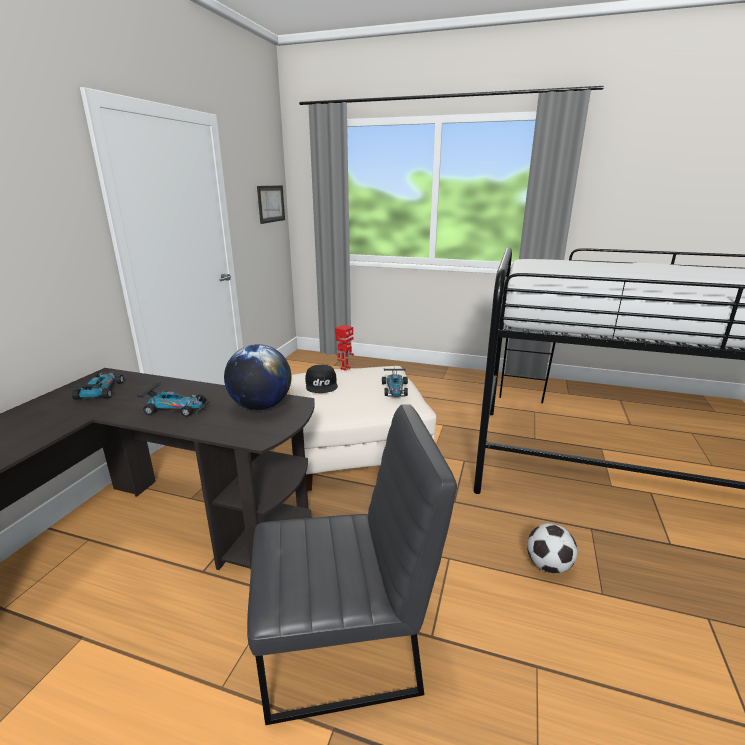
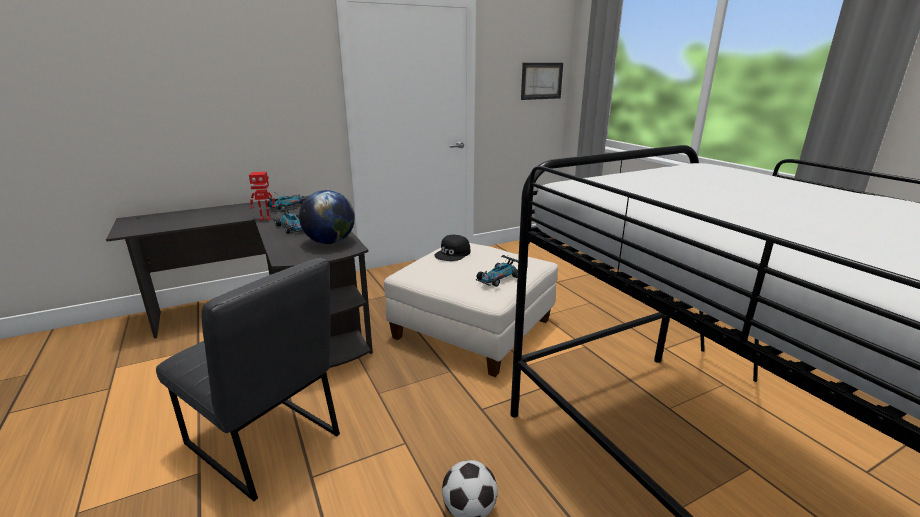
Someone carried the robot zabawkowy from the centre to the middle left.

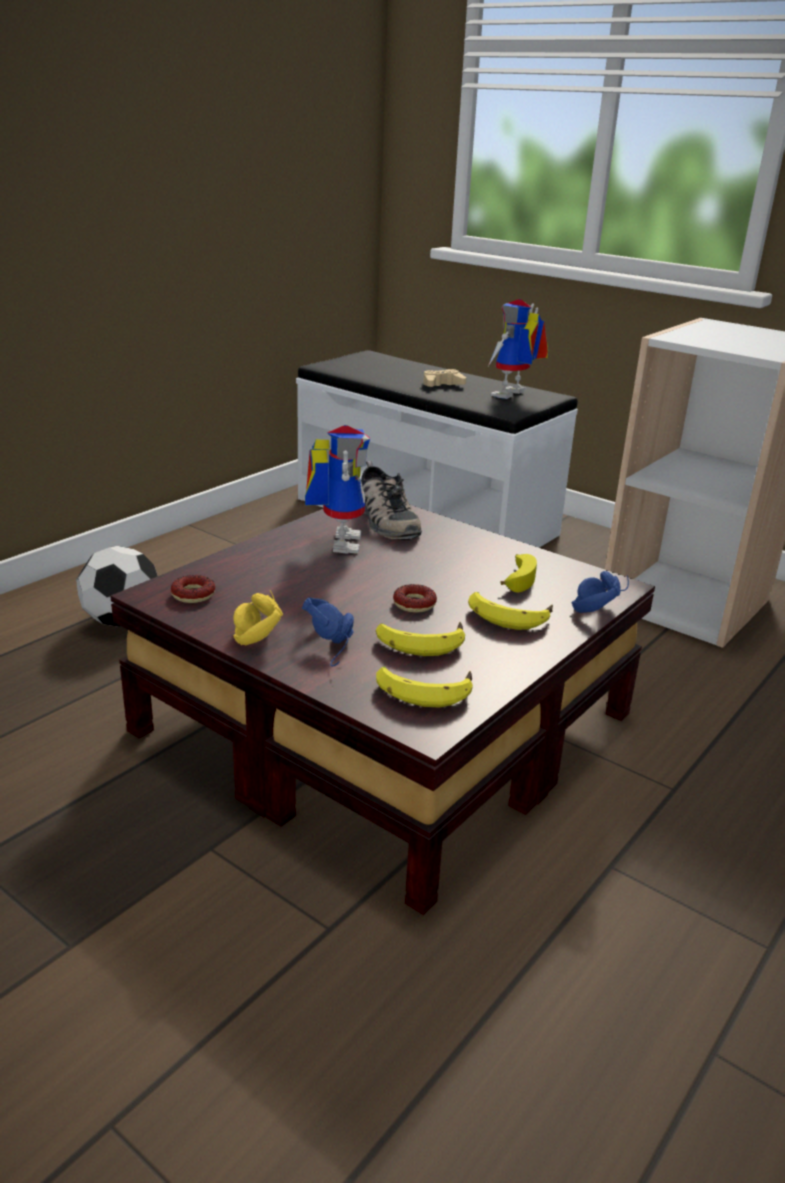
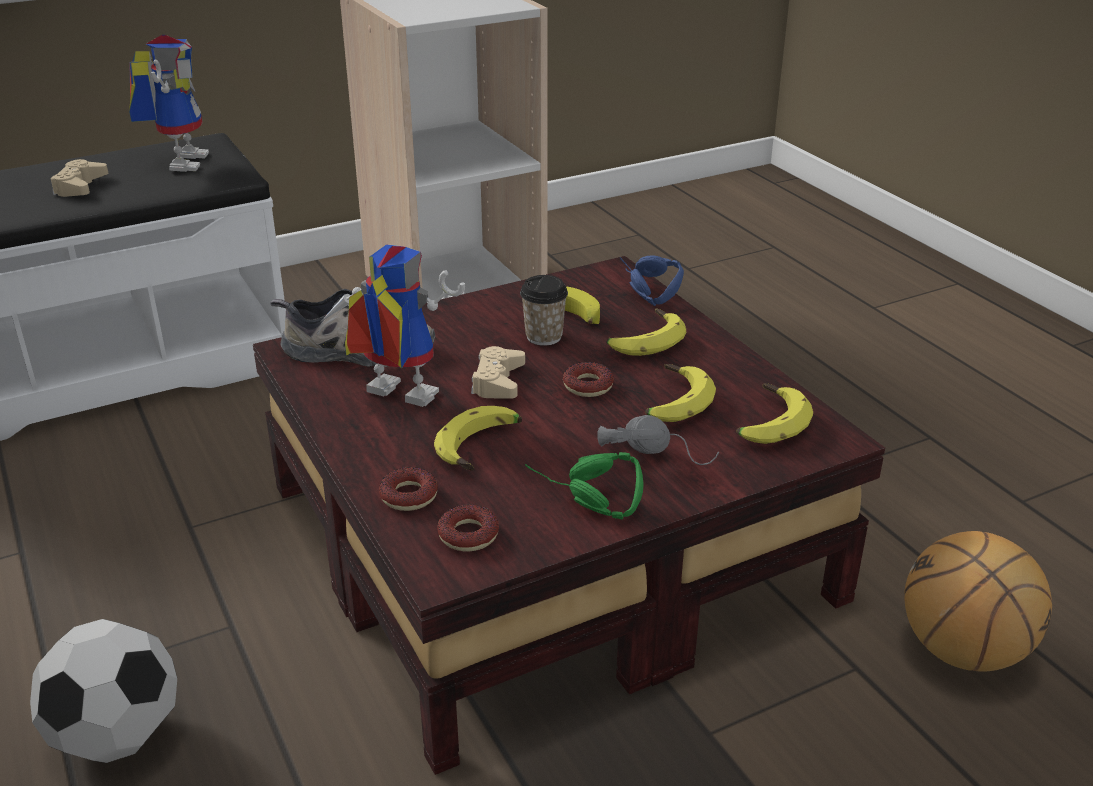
Someone rotated the robot zabawkowy (no. 2 from left in the first image) at the top centre by 150 degrees counterclockwise.
Someone put down the donut (no. 1 from left) at the centre.
Someone put down the banan (no. 1 from left) at the centre.
Someone put down the pad do gier [beżowy] (no. 2 from left) at the centre.
Someone put down the filiżanka at the centre.
Someone repainted the słuchawki [żółty] at the middle left, which became the słuchawki [zielony] at the centre.
Someone repainted the słuchawki [niebieski] (no. 1 from left) at the centre, which became the słuchawki [szary] at the centre.
Someone put down the piłka do koszykówki at the bottom right.

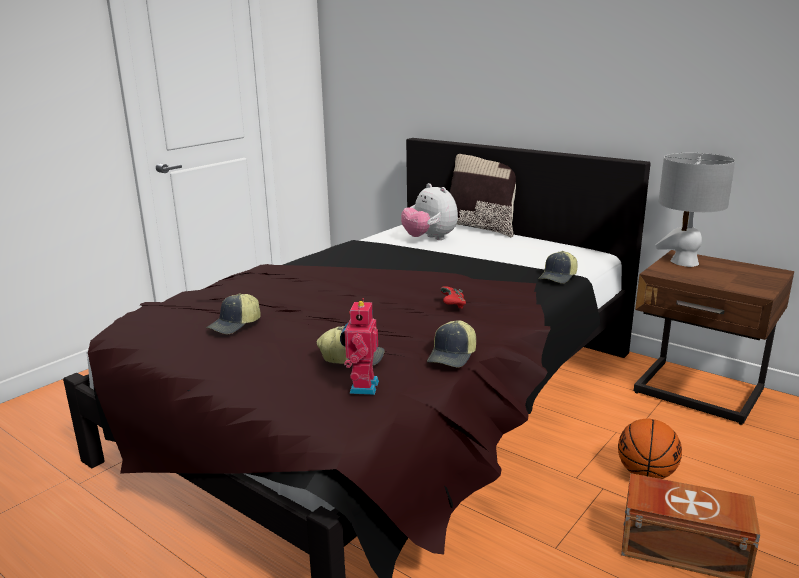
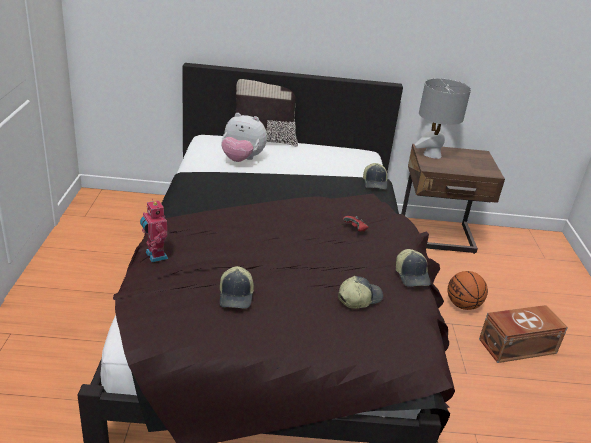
Someone carried the robot zabawkowy from the centre to the middle left.

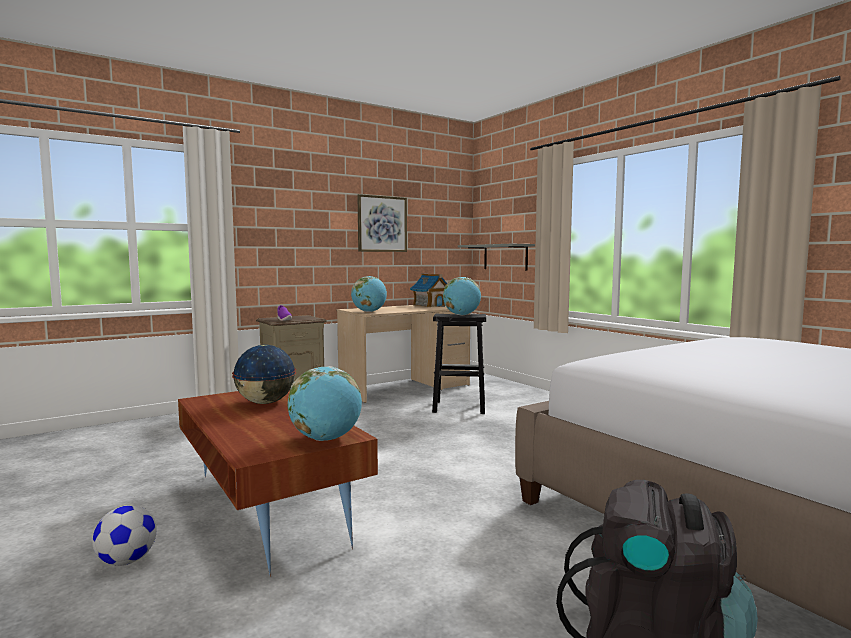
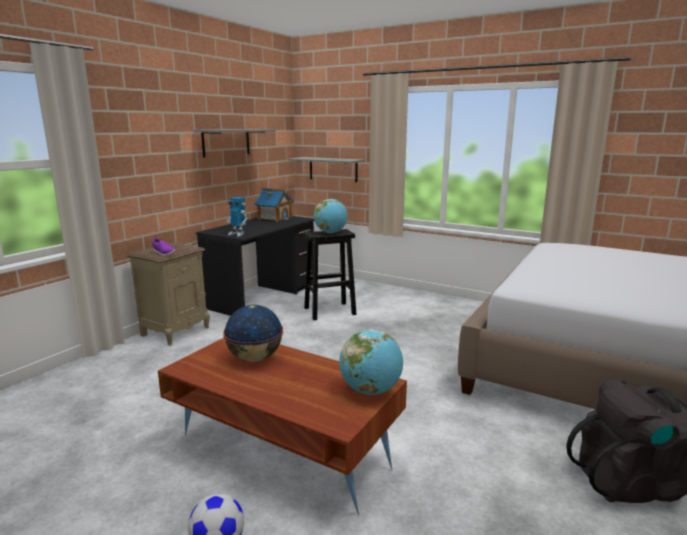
Someone swapped the obraz at the centre for the półka [szary] (no. 1 from left) at the top centre.
Someone repainted the biurko [beżowy] at the centre, which became the biurko [czarny] at the centre.
Someone swapped the globus (no. 3 from left) at the centre for the robot zabawkowy at the centre.

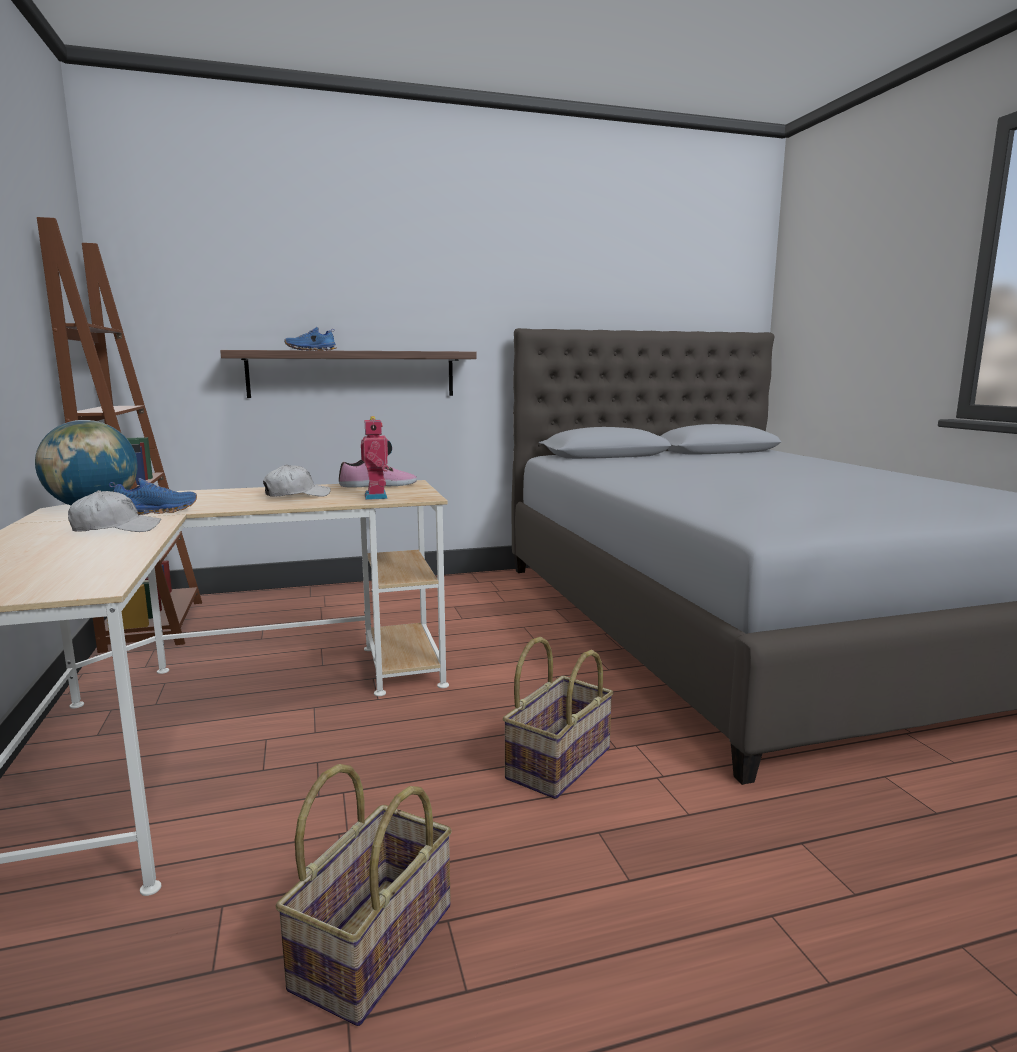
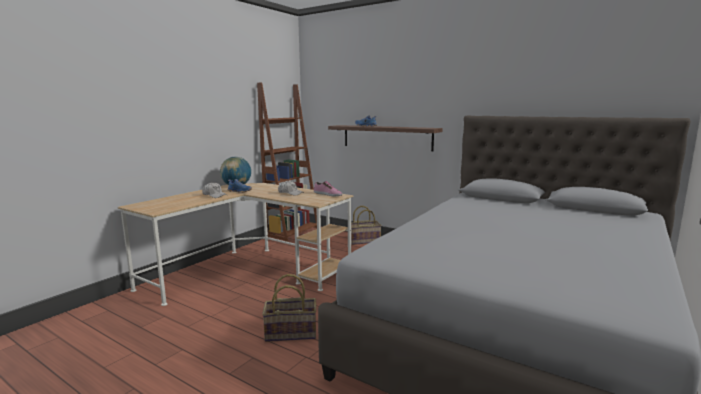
Someone carried the koszyk (no. 1 from left in the first image) from the bottom centre to the centre.
Someone took away the robot zabawkowy at the centre.

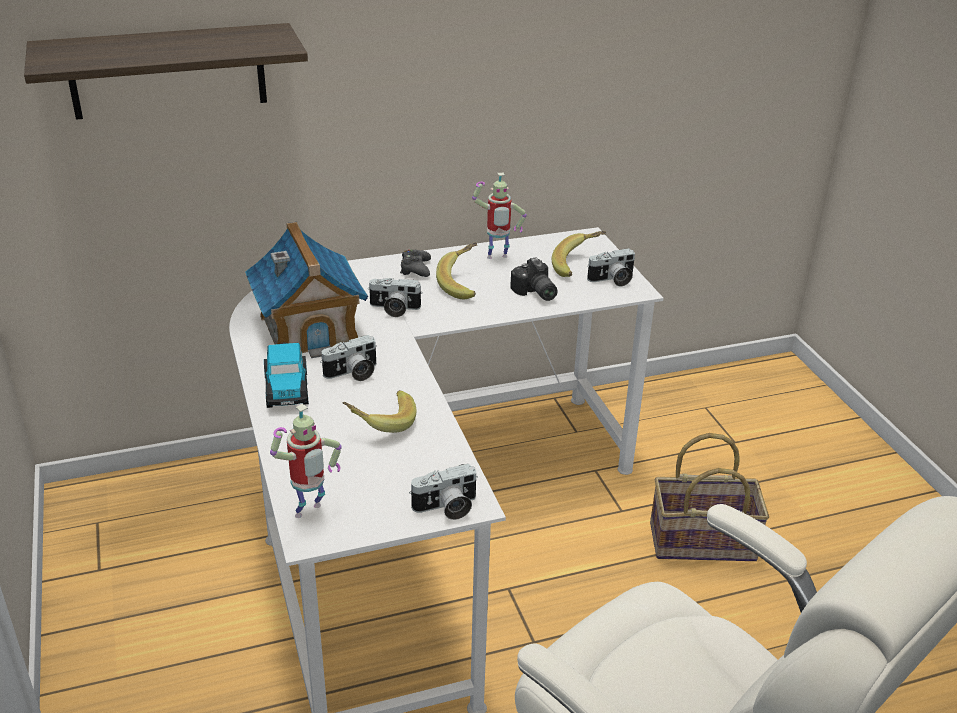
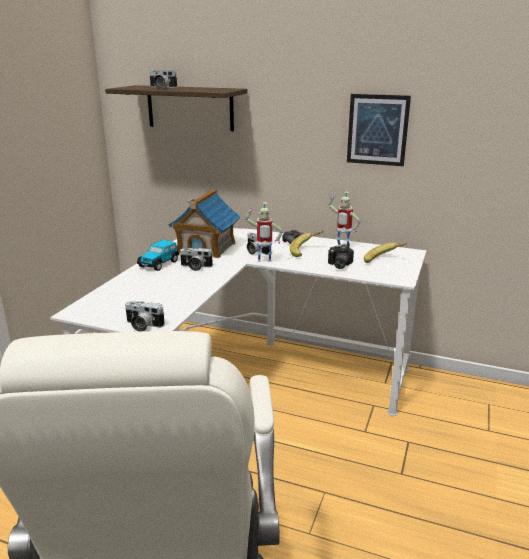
Someone carried the aparat fotograficzny (no. 5 from left in the first image) from the centre to the top left.
Someone carried the robot zabawkowy (no. 1 from left) from the middle left to the centre.
Someone put up the obraz at the top right.
Someone took away the banan (no. 1 from left) at the centre.
Someone took away the koszyk at the bottom right.

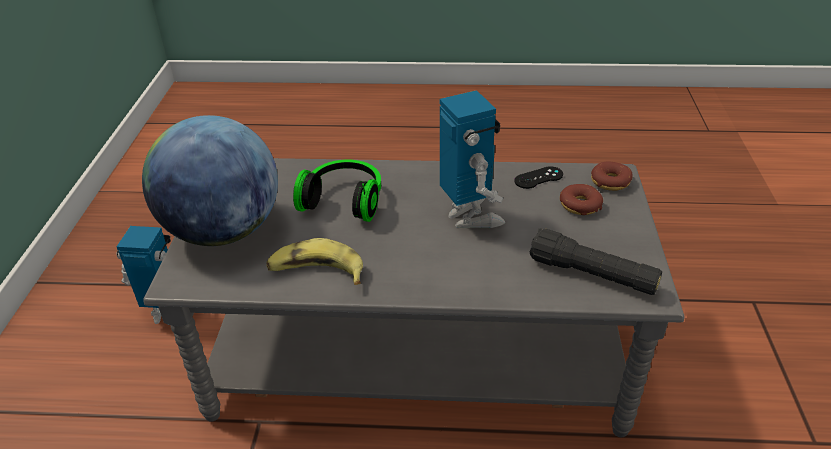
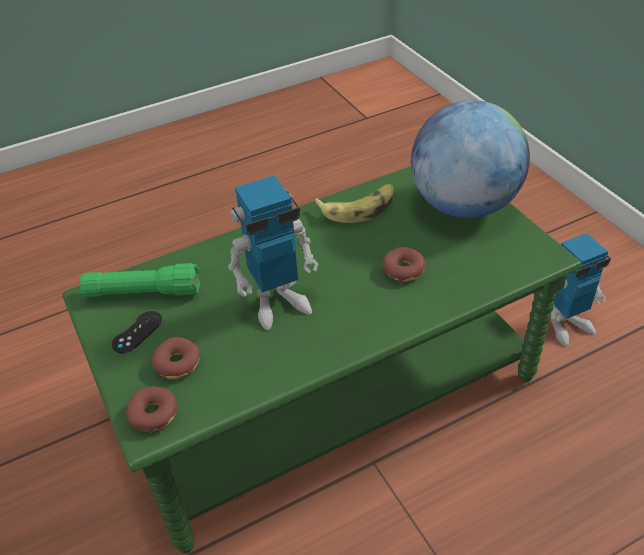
Someone repainted the ława [szary] at the centre, which became the ława [zielony] at the centre.
Someone repainted the latarka [czarny] at the middle right, which became the latarka [zielony] at the middle left.
Someone carried the pad do gier [czarny] from the centre to the middle left.
Someone rotated the robot zabawkowy (no. 2 from left in the first image) at the centre by 60 degrees counterclockwise.
Someone swapped the słuchawki at the centre for the donut (no. 3 from left) at the centre.

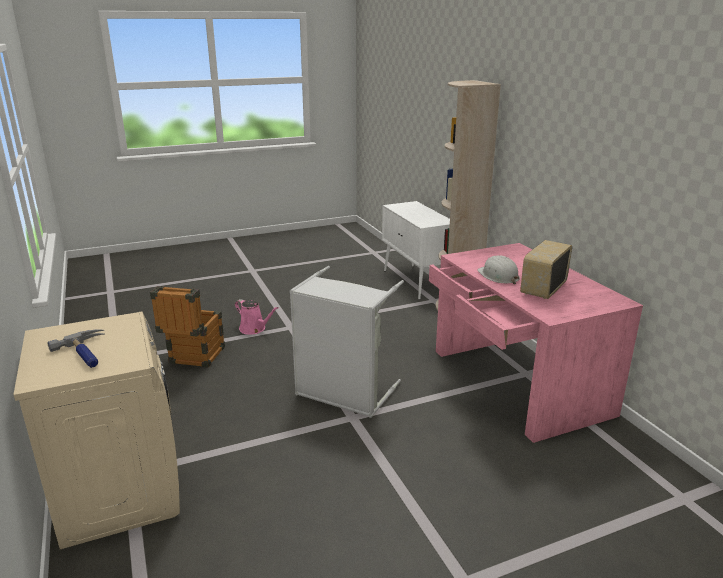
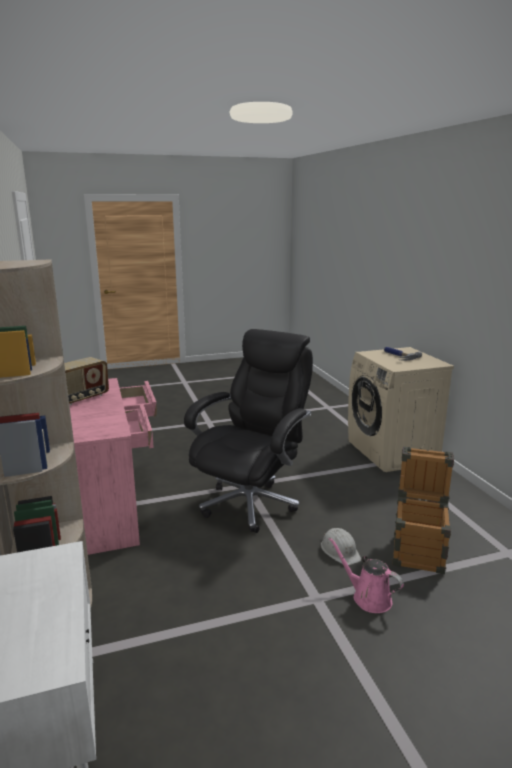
Someone swapped the kosz na pranie [szary] at the centre for the krzesło biurowe [czarny] at the centre.
Someone carried the kask [biały] from the middle right to the bottom centre.

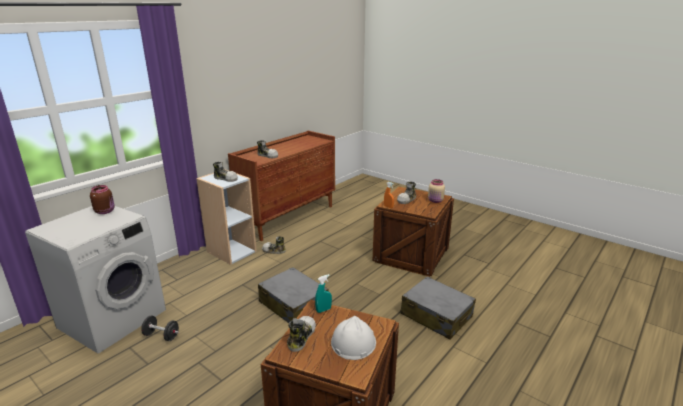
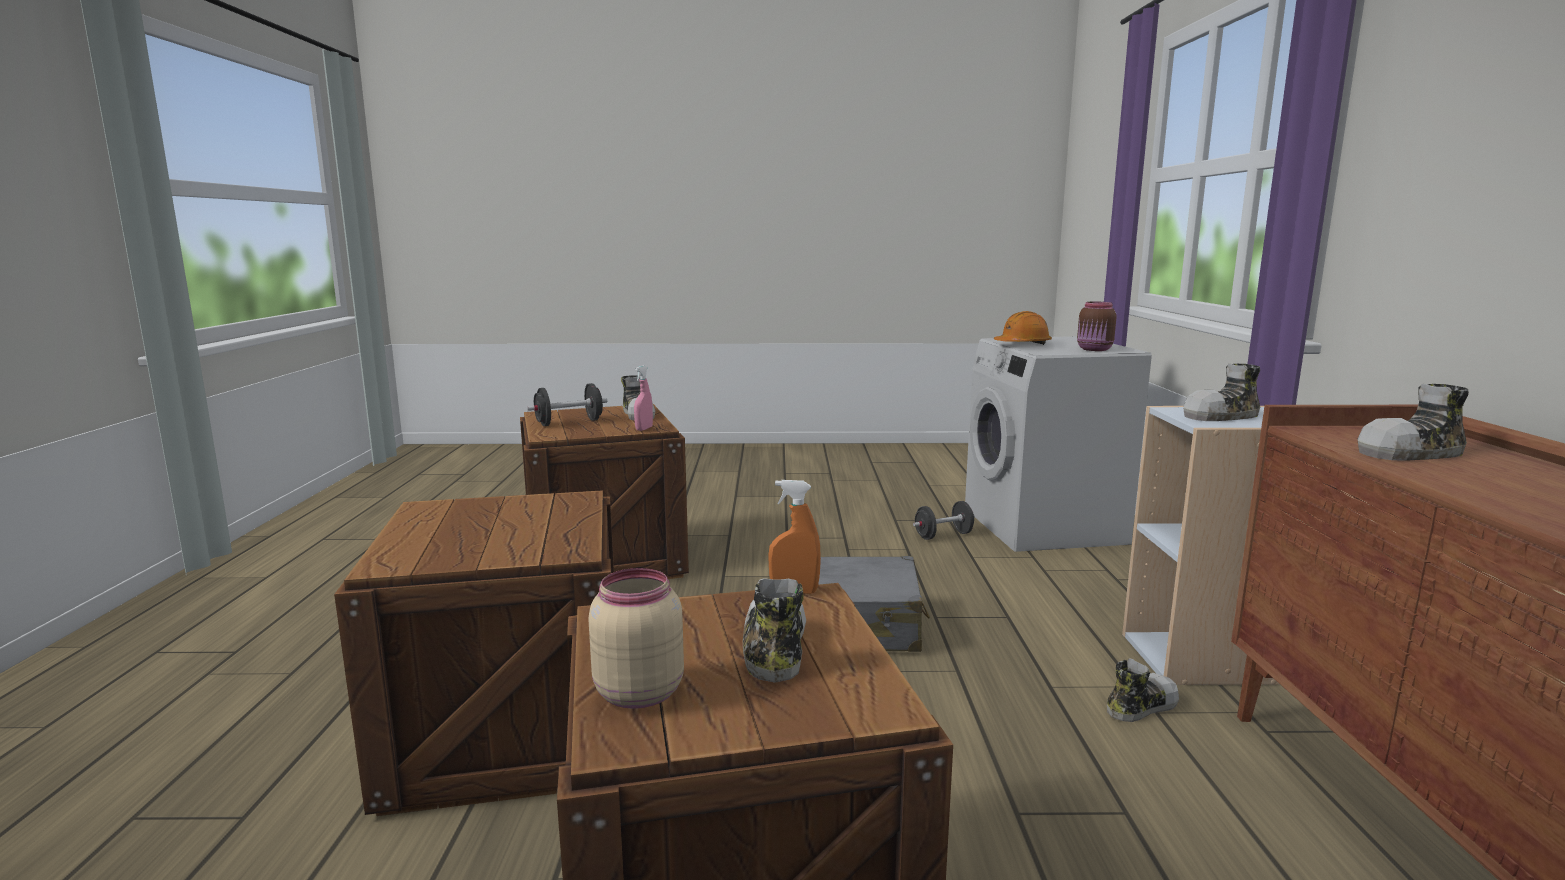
Someone swapped the walizka [szary] (no. 2 from left) at the bottom centre for the skrzynka (no. 1 from left) at the bottom left.
Someone swapped the kask [biały] at the bottom centre for the hantel [czarny] (no. 1 from left) at the centre.
Someone repainted the spryskiwacz [turkusowy] at the bottom centre, which became the spryskiwacz [różowy] at the centre.
Someone put down the kask [pomarańczowy] at the centre.

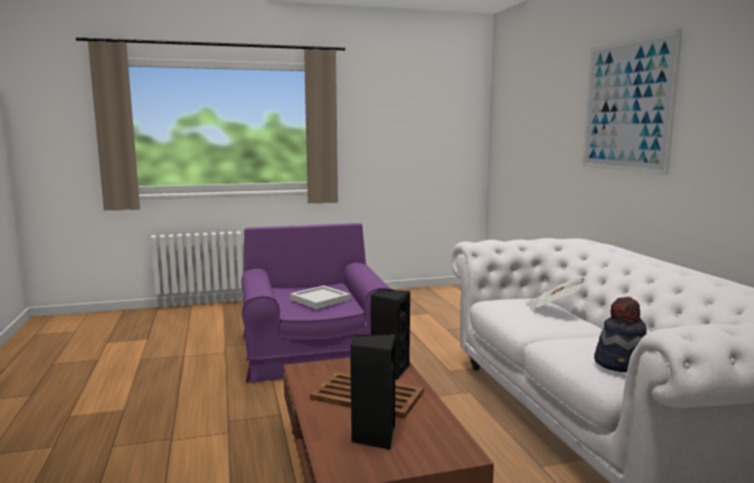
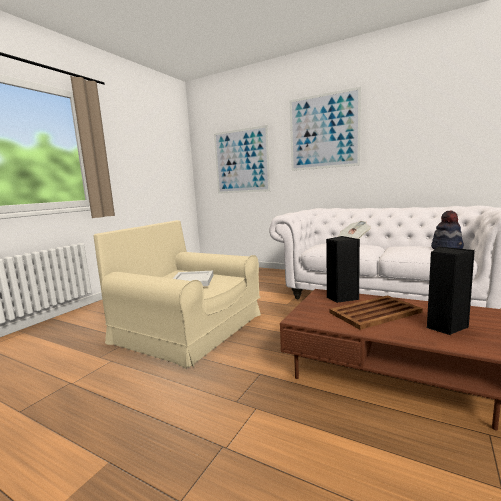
Someone repainted the fotel [fioletowy] at the centre, which became the fotel [beżowy] at the centre.
Someone put up the obraz (no. 1 from left) at the top centre.

